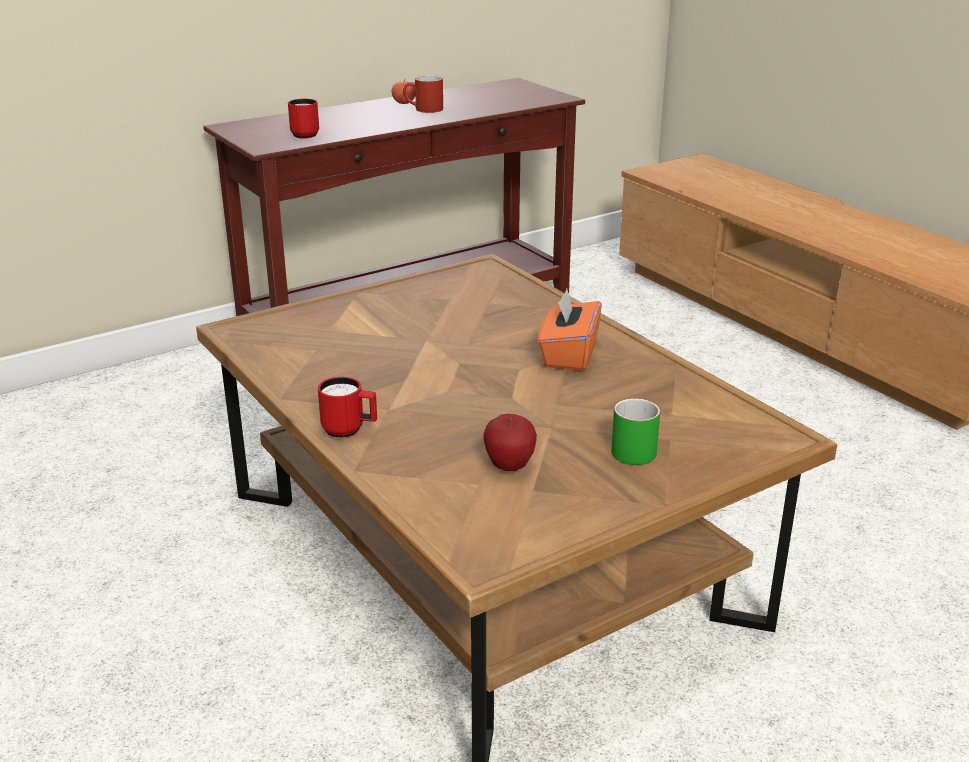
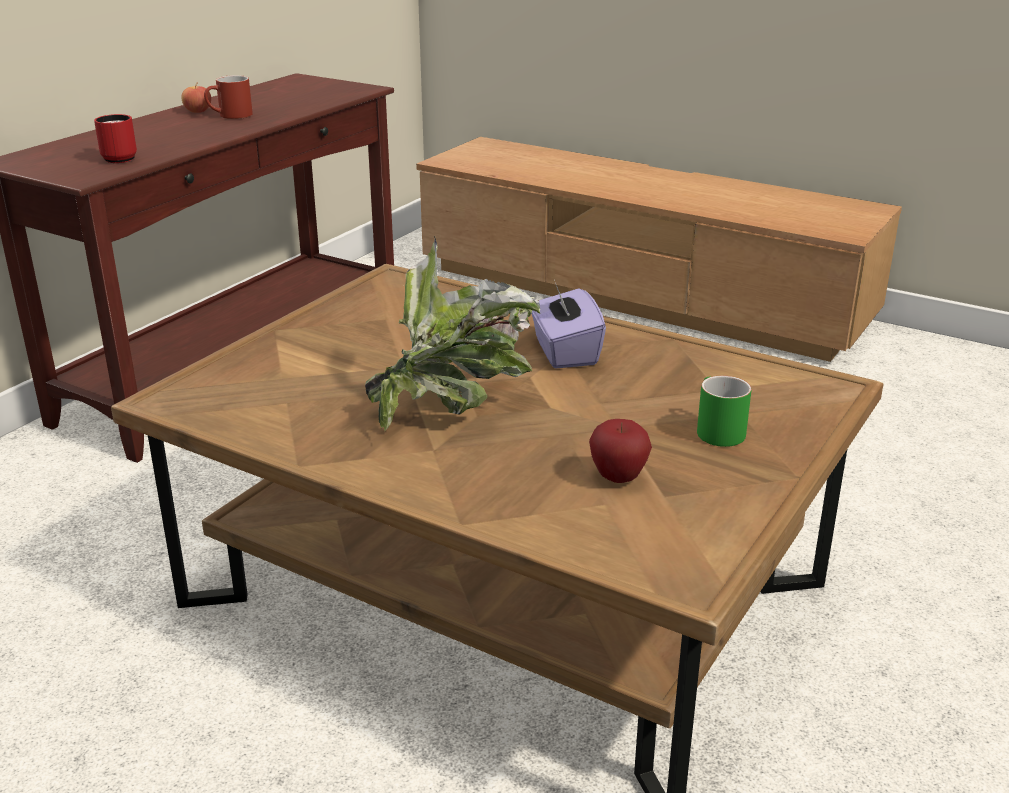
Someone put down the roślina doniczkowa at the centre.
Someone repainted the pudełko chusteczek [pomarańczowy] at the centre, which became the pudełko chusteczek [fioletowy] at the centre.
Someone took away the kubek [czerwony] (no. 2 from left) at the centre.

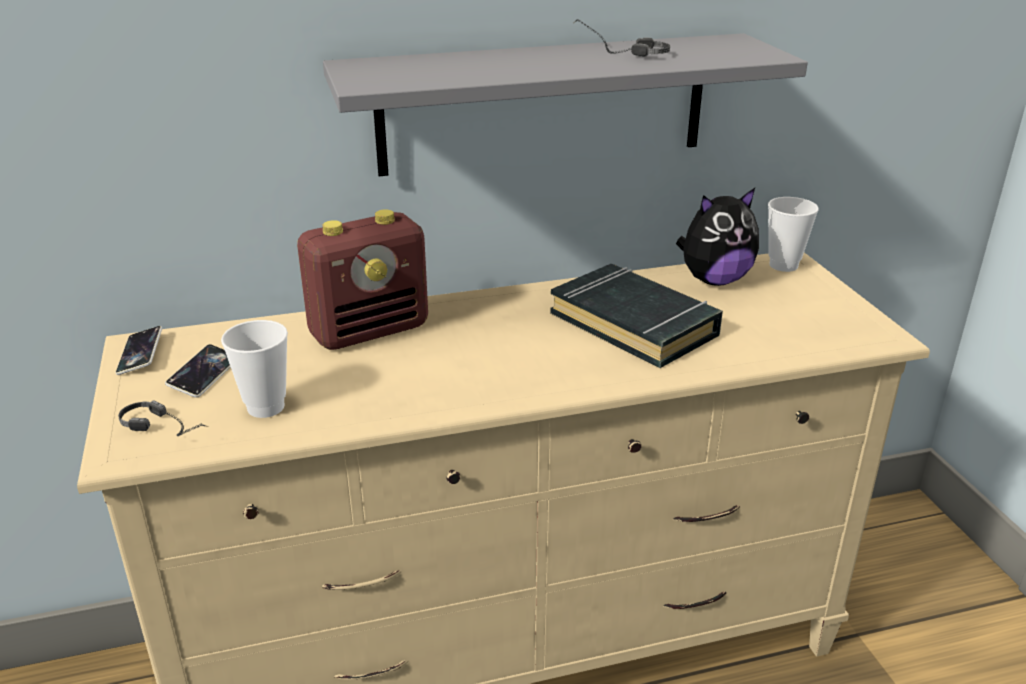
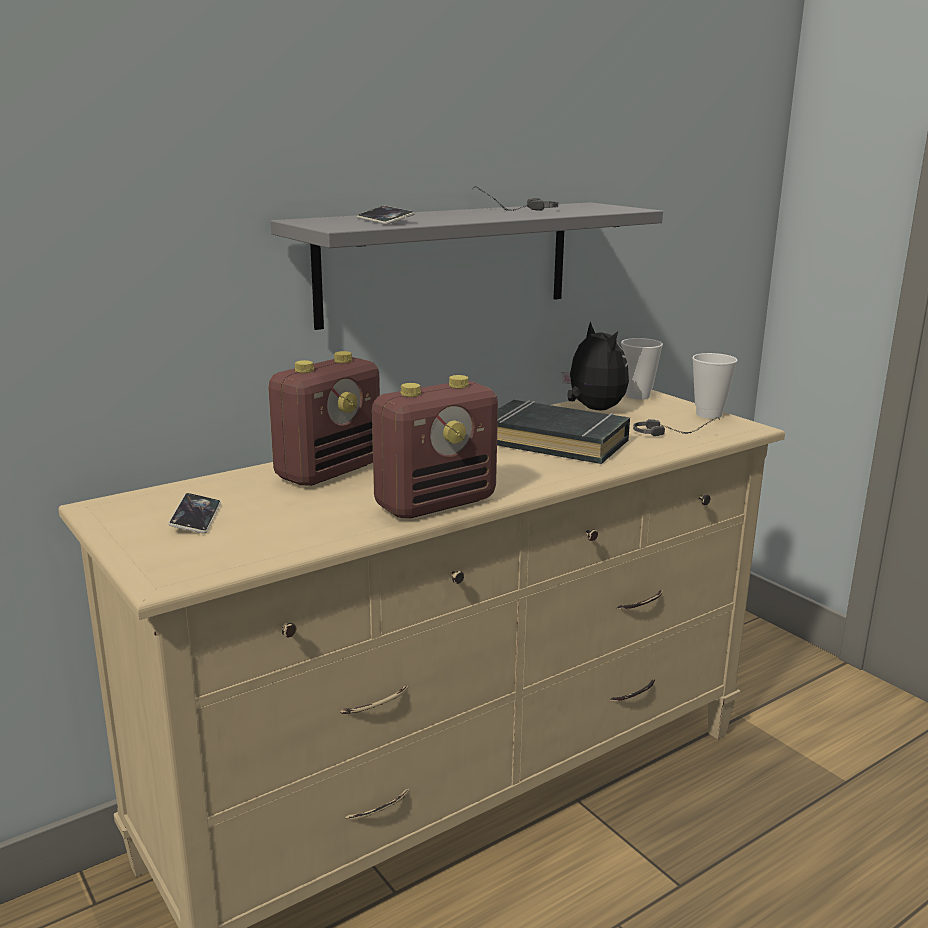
Someone carried the telefon (no. 1 from left in the first image) from the middle left to the top centre.
Someone put down the radio (no. 2 from left) at the centre.
Someone rotated the pluszak at the middle right by 75 degrees counterclockwise.
Someone carried the słuchawki (no. 1 from left in the first image) from the middle left to the middle right.
Someone carried the filiżanka (no. 1 from left in the first image) from the middle left to the middle right.

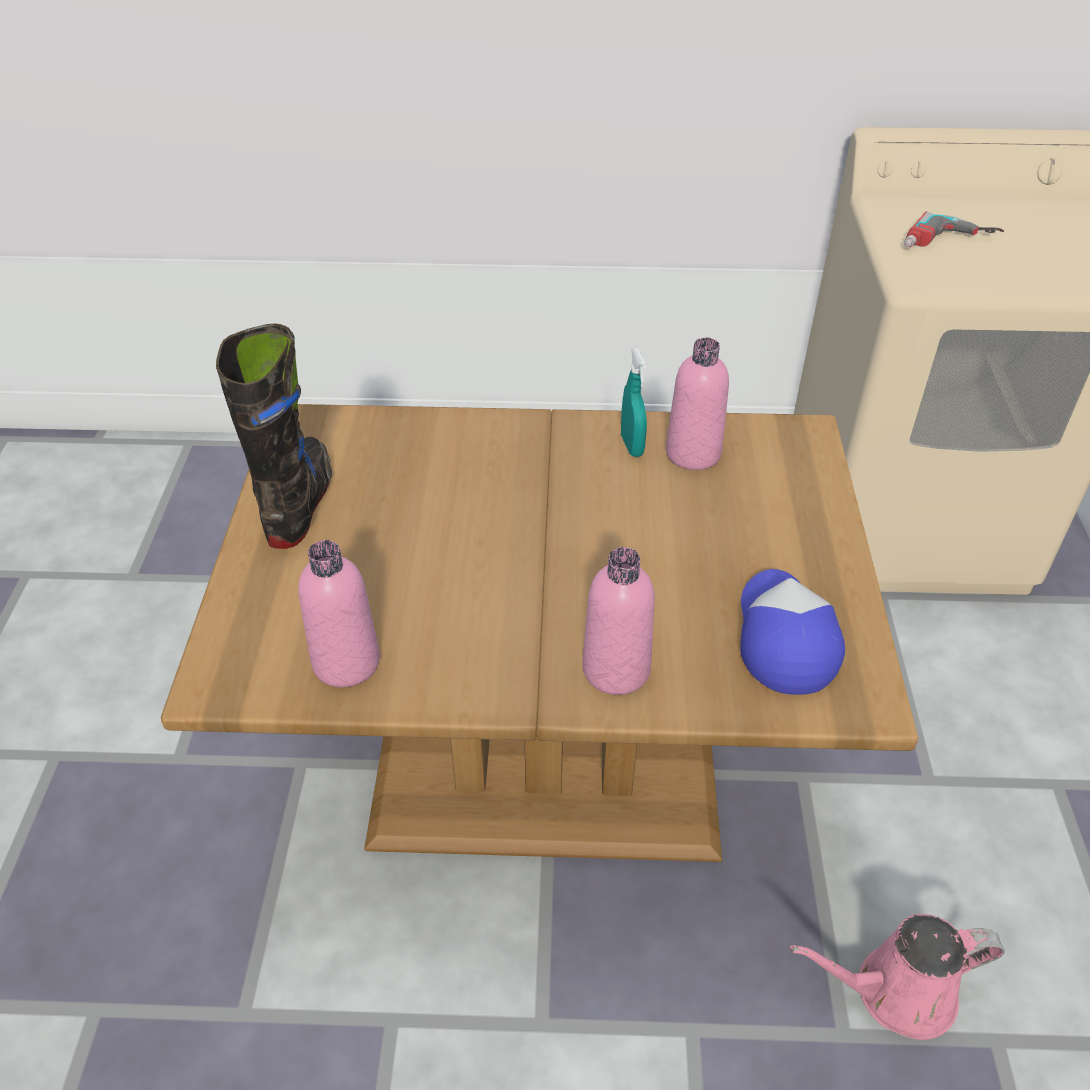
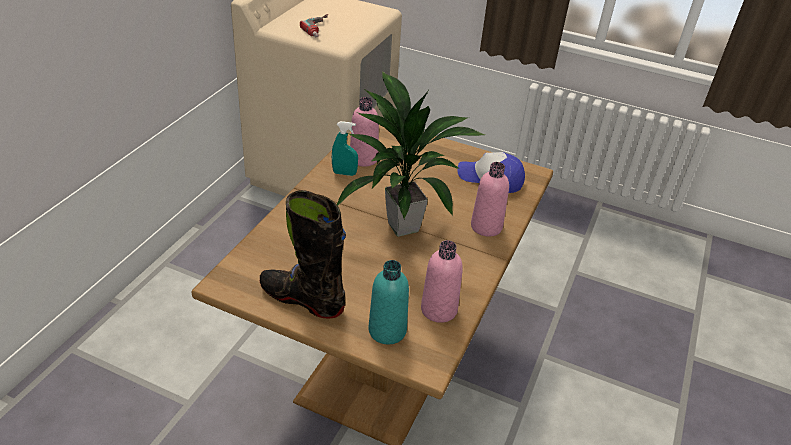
Someone put down the roślina doniczkowa at the centre.
Someone put down the butelka [turkusowy] at the bottom centre.
Someone took away the konewka [różowy] at the bottom right.

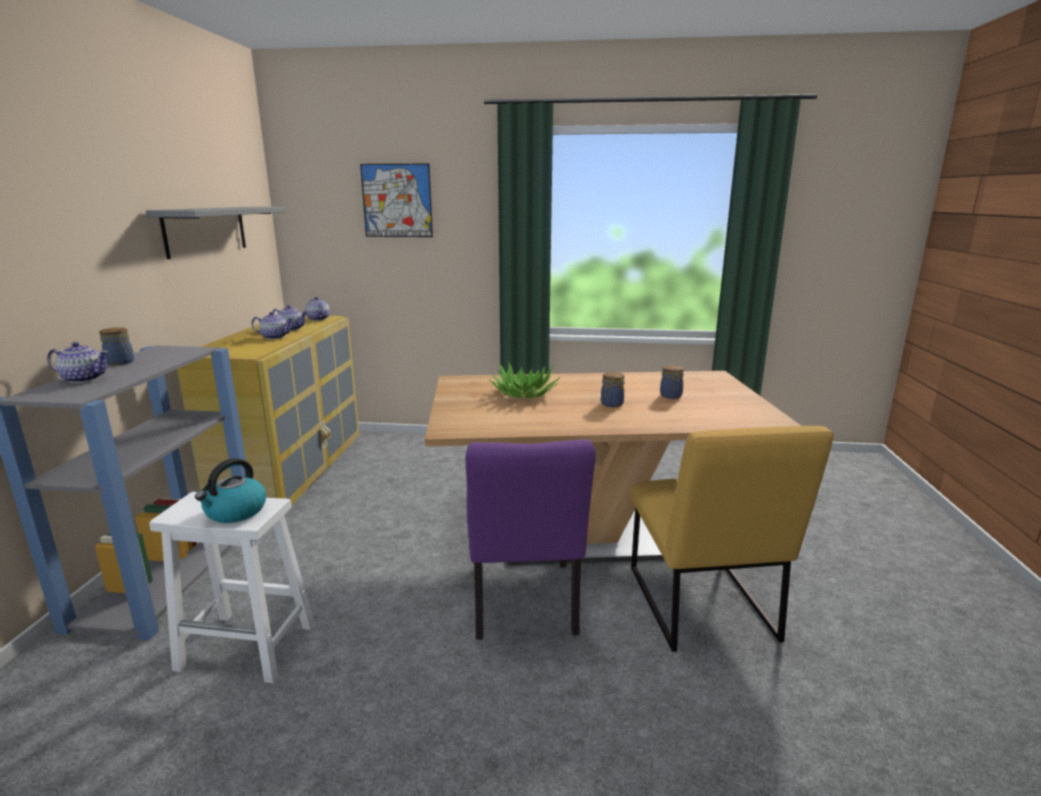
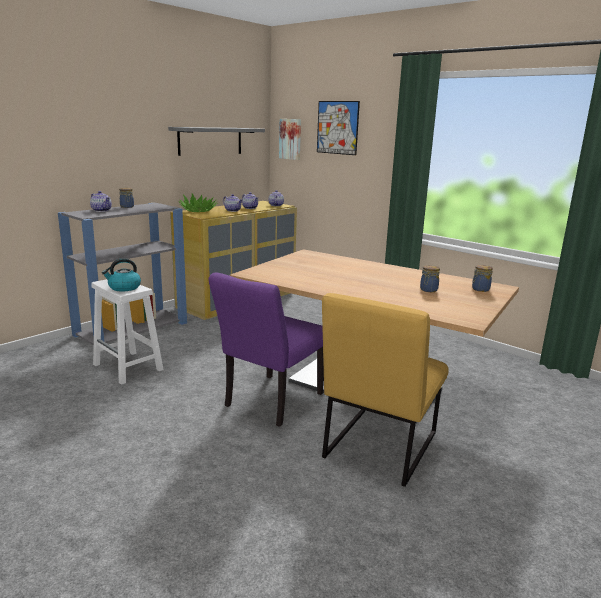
Someone carried the roślina doniczkowa from the centre to the middle left.
Someone put up the obraz (no. 1 from left) at the top centre.
Someone carried the słoik (no. 2 from left in the first image) from the centre to the middle right.

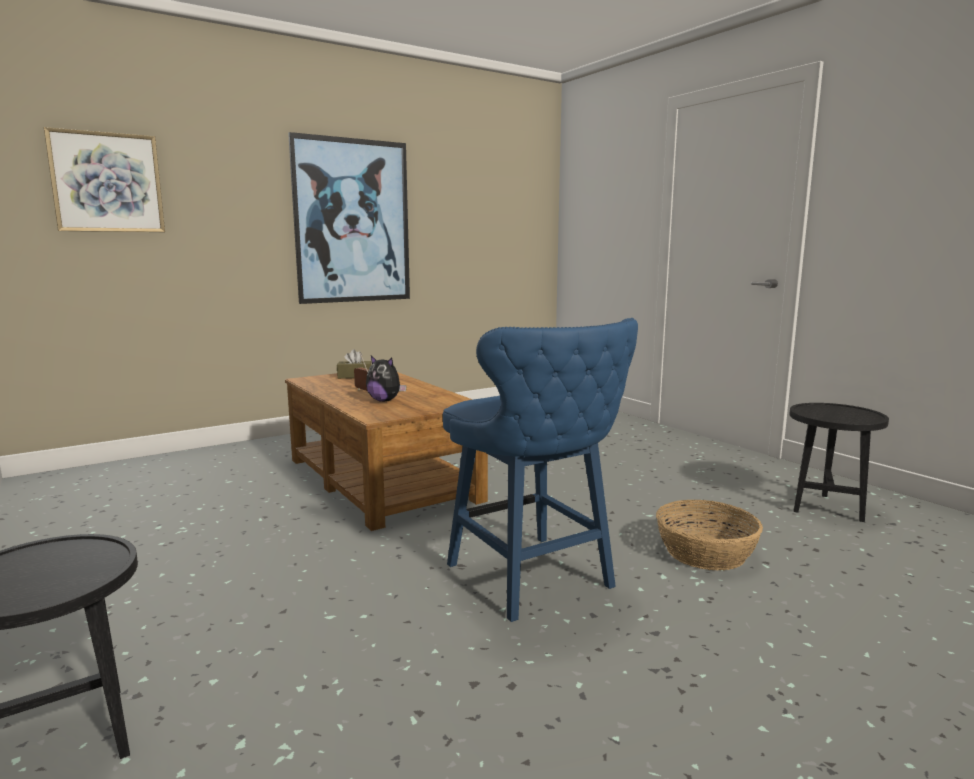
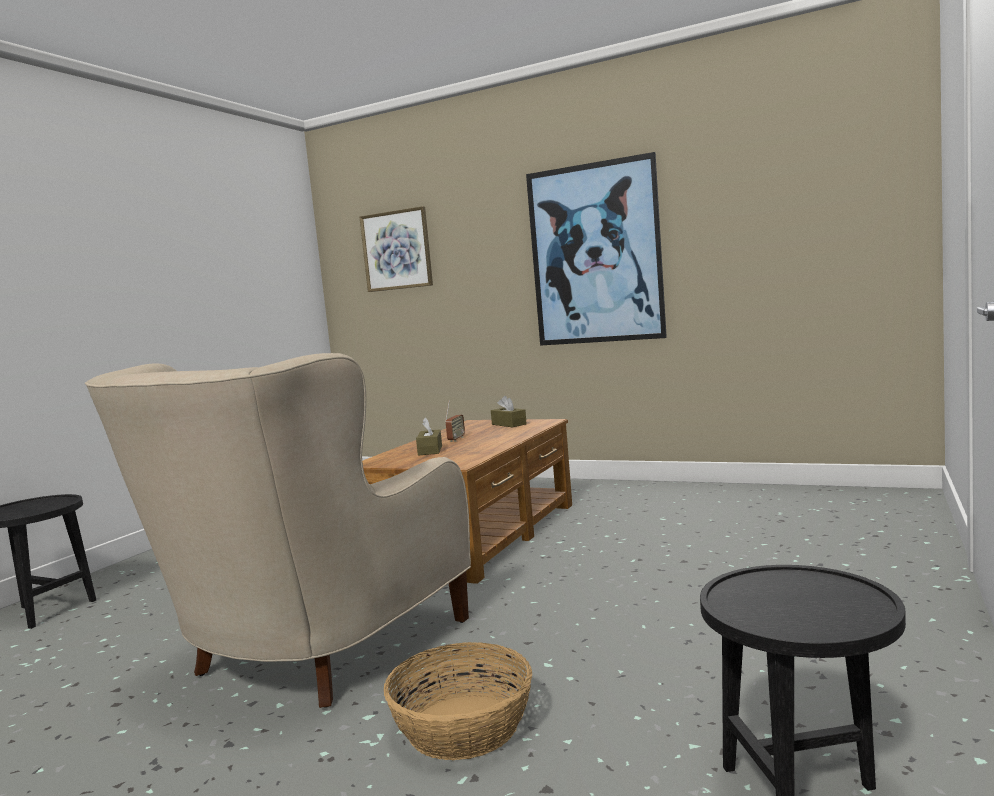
Someone swapped the stołek [niebieski] at the centre for the fotel [beżowy] at the middle left.
Someone swapped the pluszak at the centre for the pudełko chusteczek [brązowy] (no. 1 from left) at the centre.

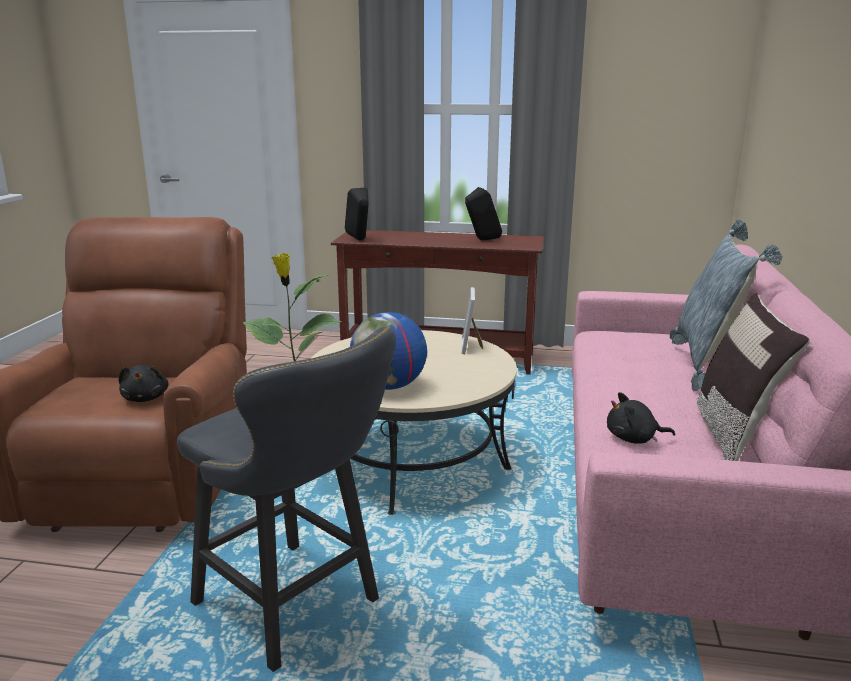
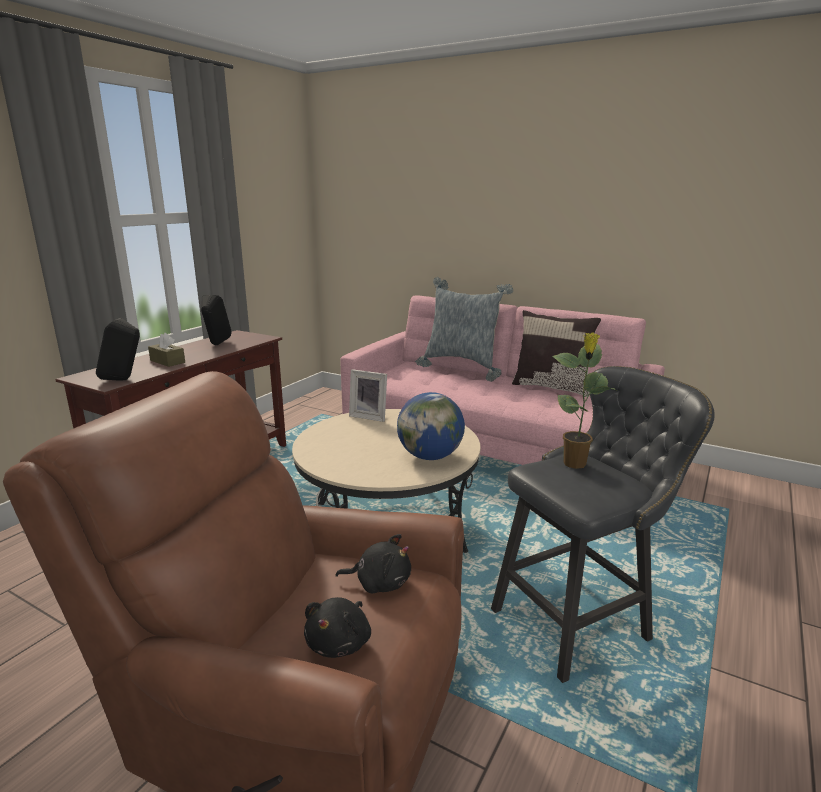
Someone put down the pudełko chusteczek [brązowy] at the middle left.
Someone carried the pluszak [czarny] (no. 2 from left in the first image) from the middle right to the bottom centre.

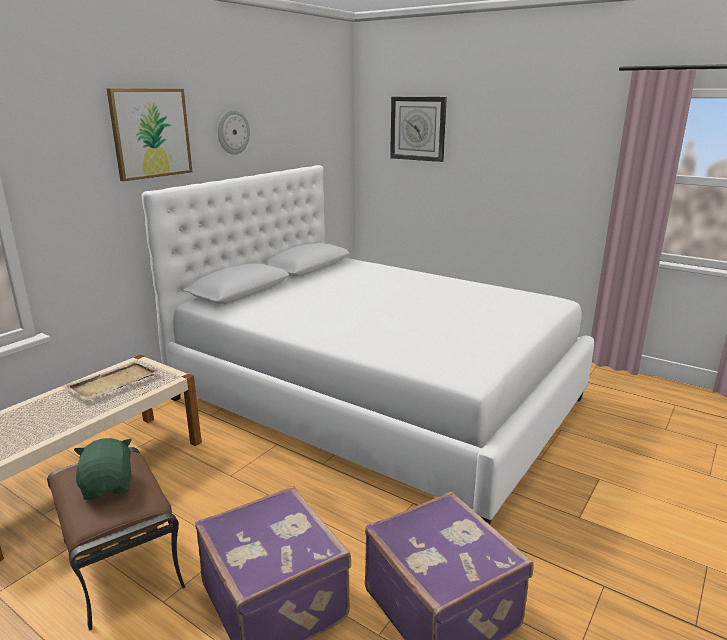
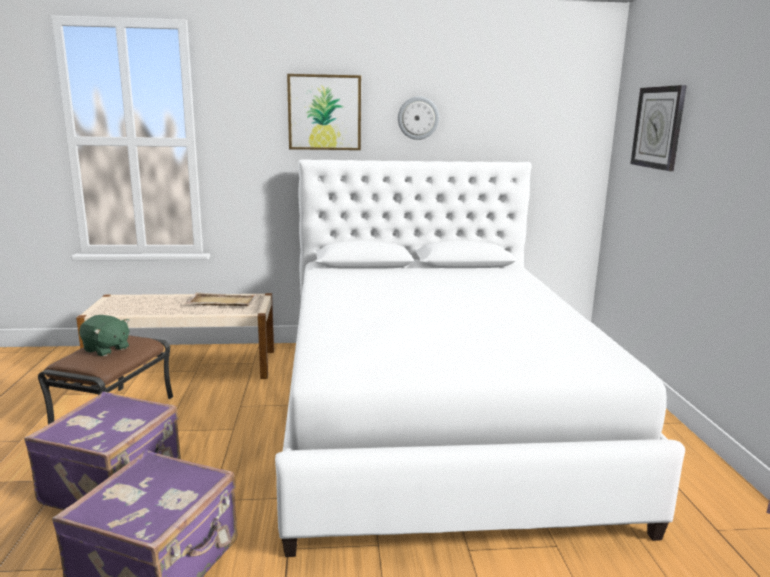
Someone rotated the pluszak [zielony] at the bottom left by 90 degrees clockwise.

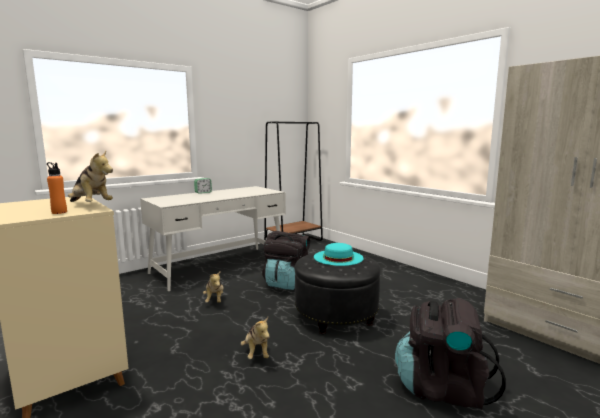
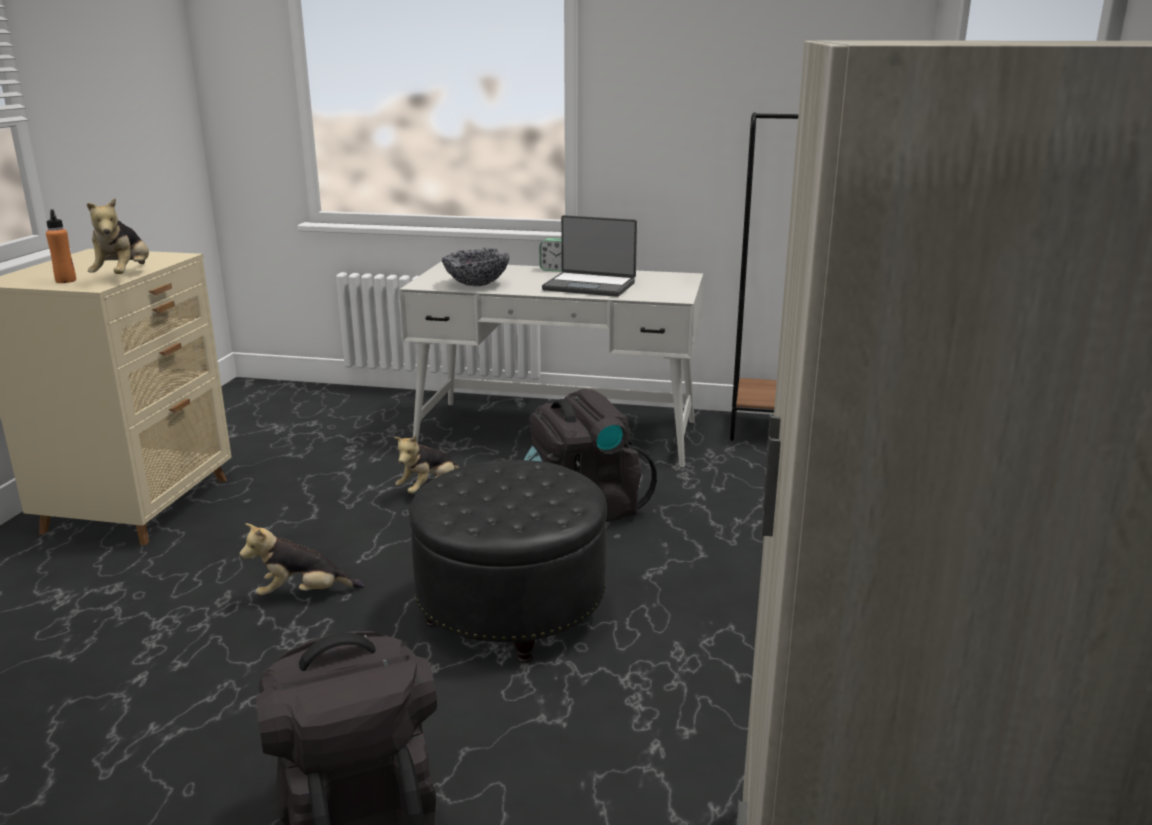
Someone rotated the pluszak (no. 3 from left in the first image) at the bottom centre by 45 degrees clockwise.
Someone put down the miska at the top centre.
Someone put down the laptop at the top centre.
Someone took away the kapelusz [turkusowy] at the centre.

